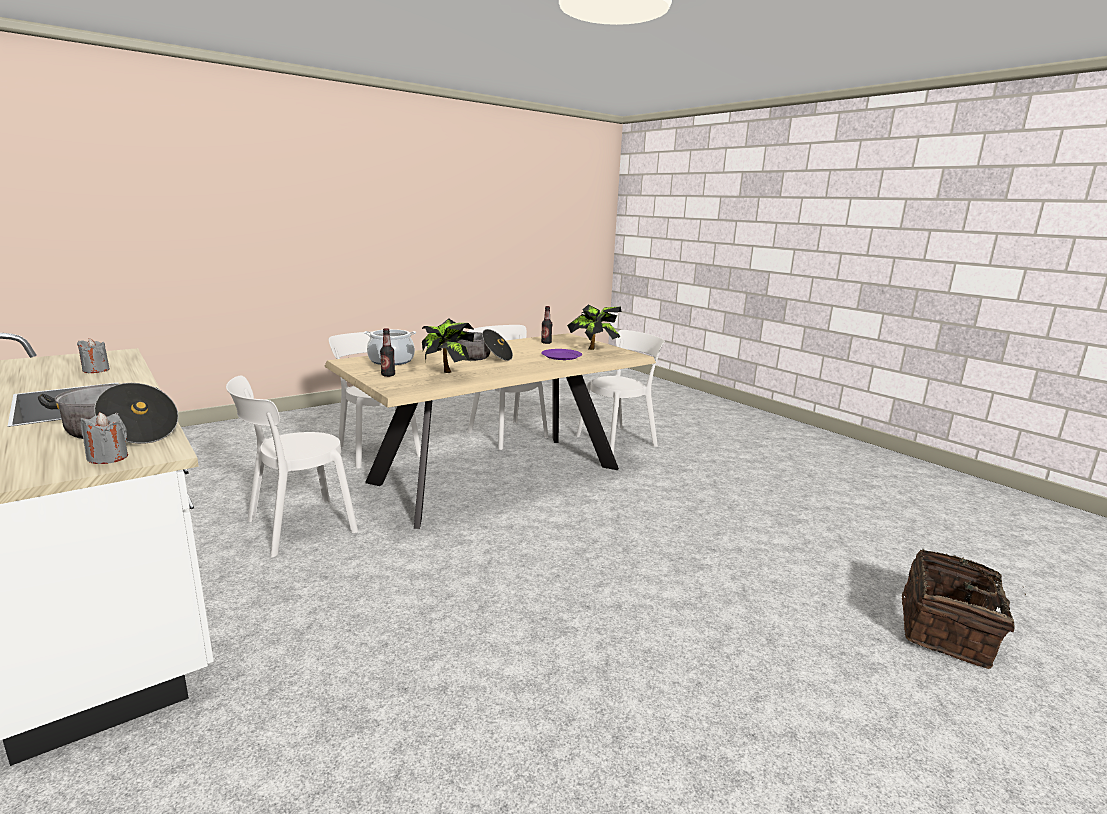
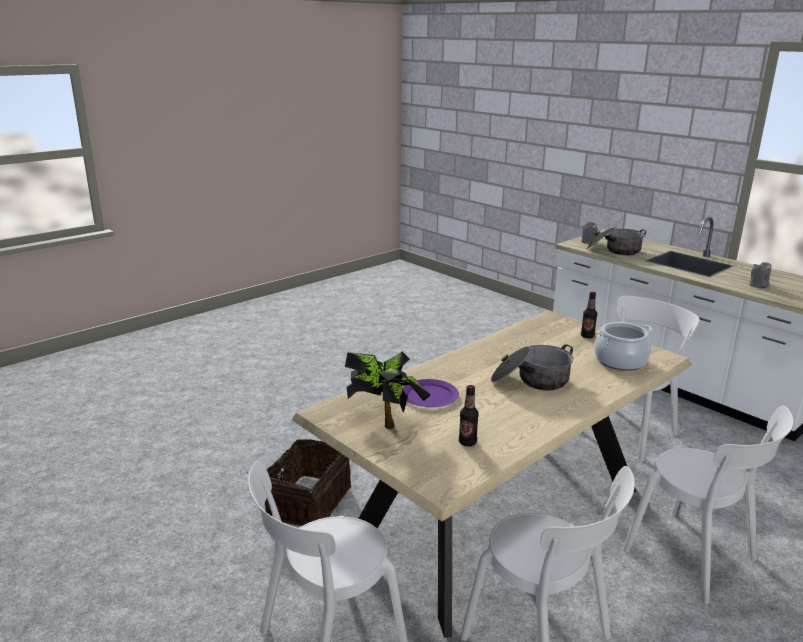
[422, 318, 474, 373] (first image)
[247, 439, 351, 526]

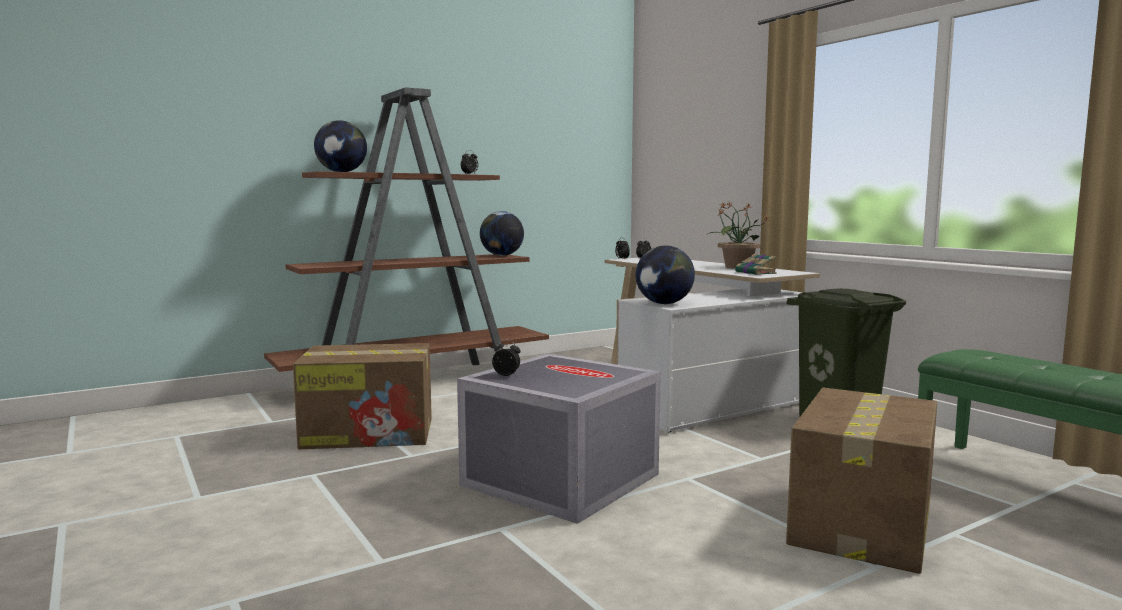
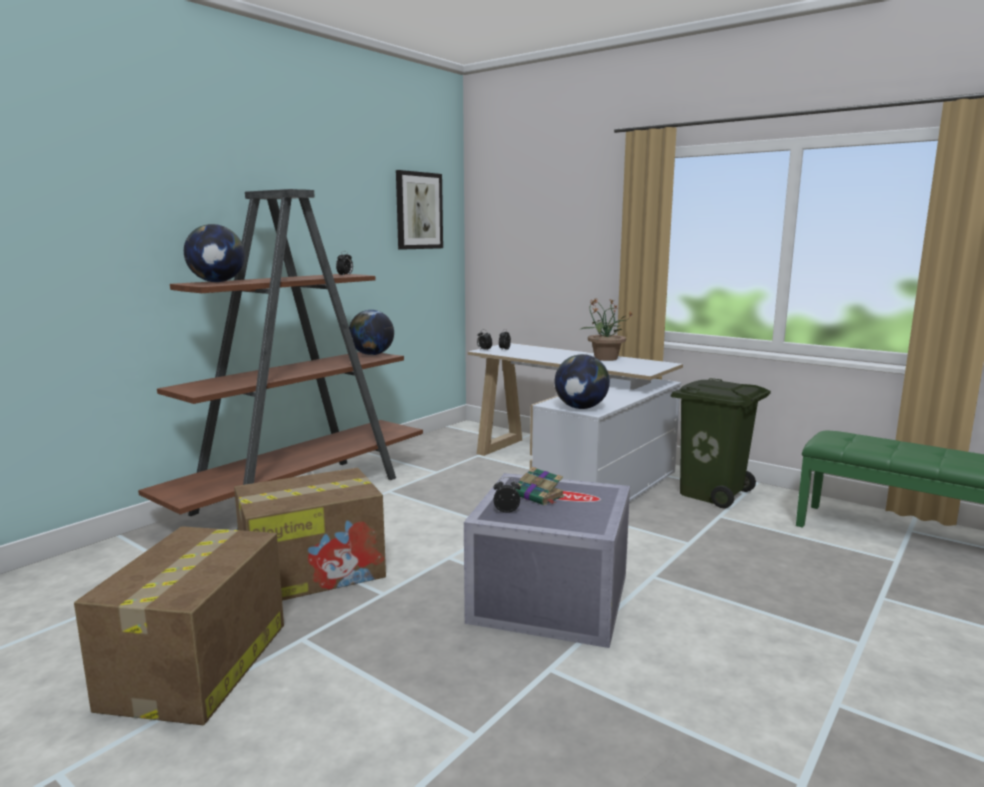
[515, 467, 565, 505]
[74, 526, 284, 725]
[396, 170, 443, 250]

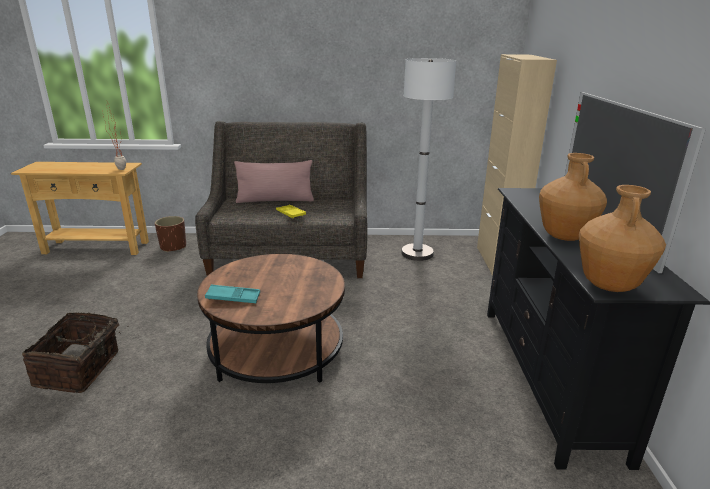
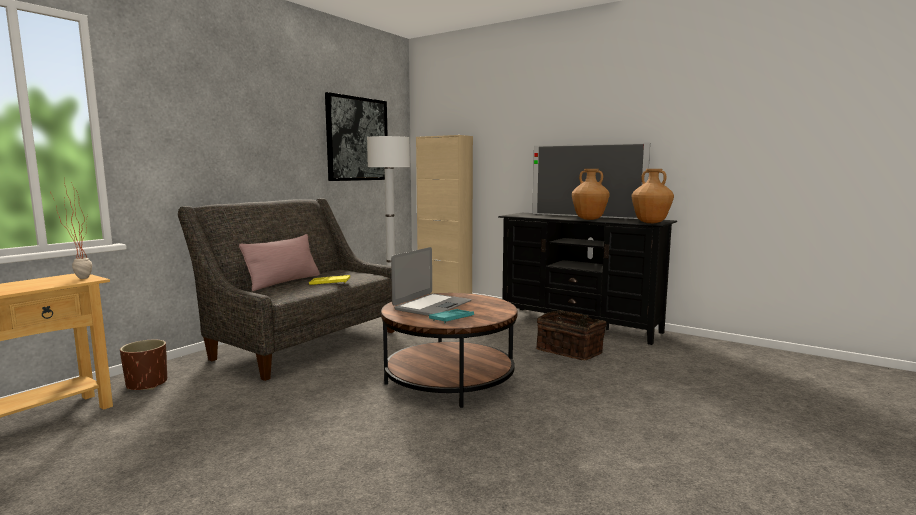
[536, 310, 606, 360]
[325, 92, 388, 181]
[391, 247, 471, 316]

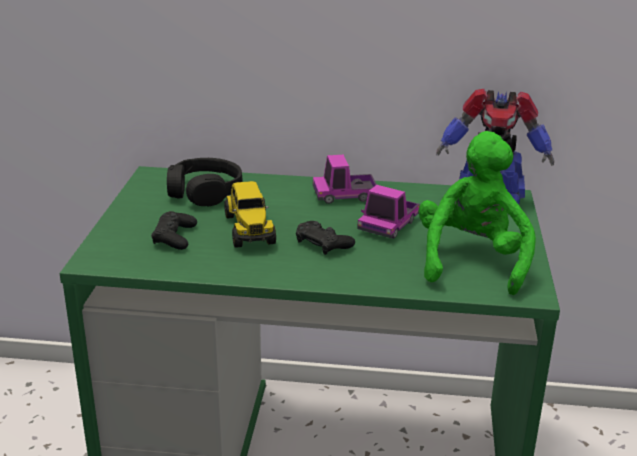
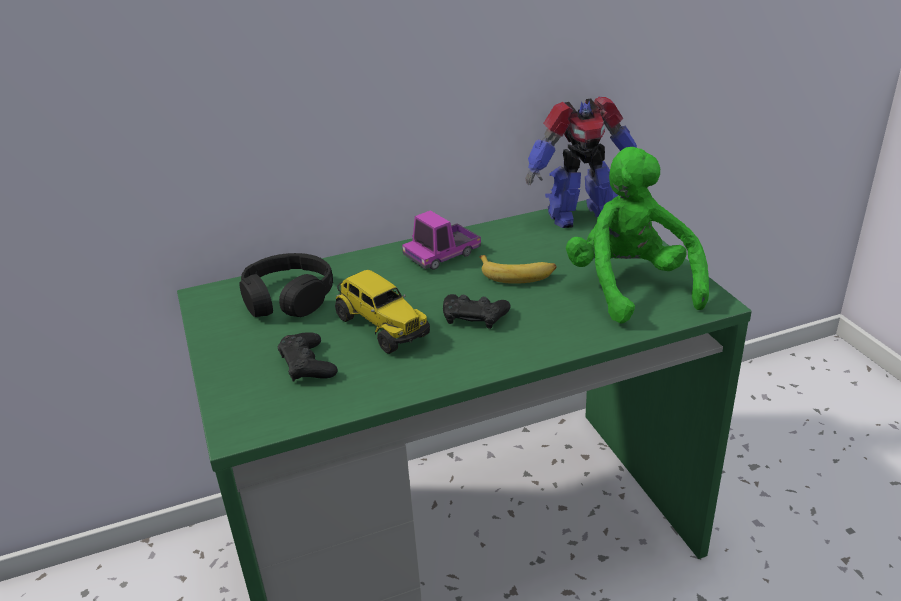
[480, 255, 556, 284]

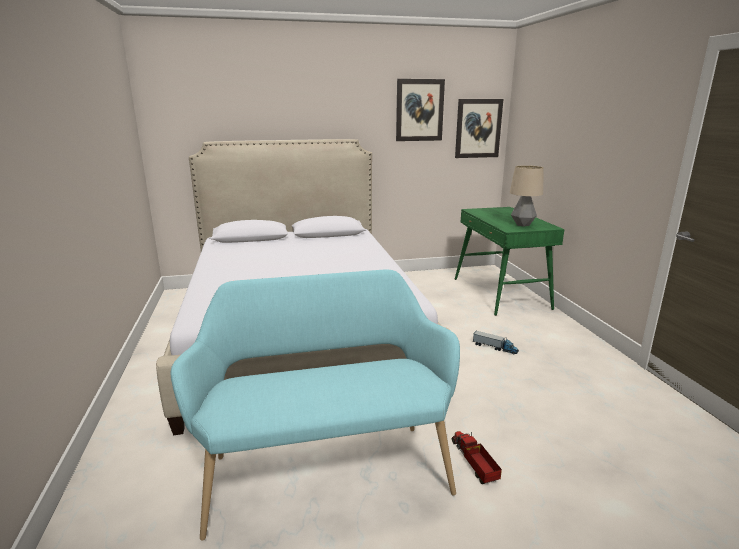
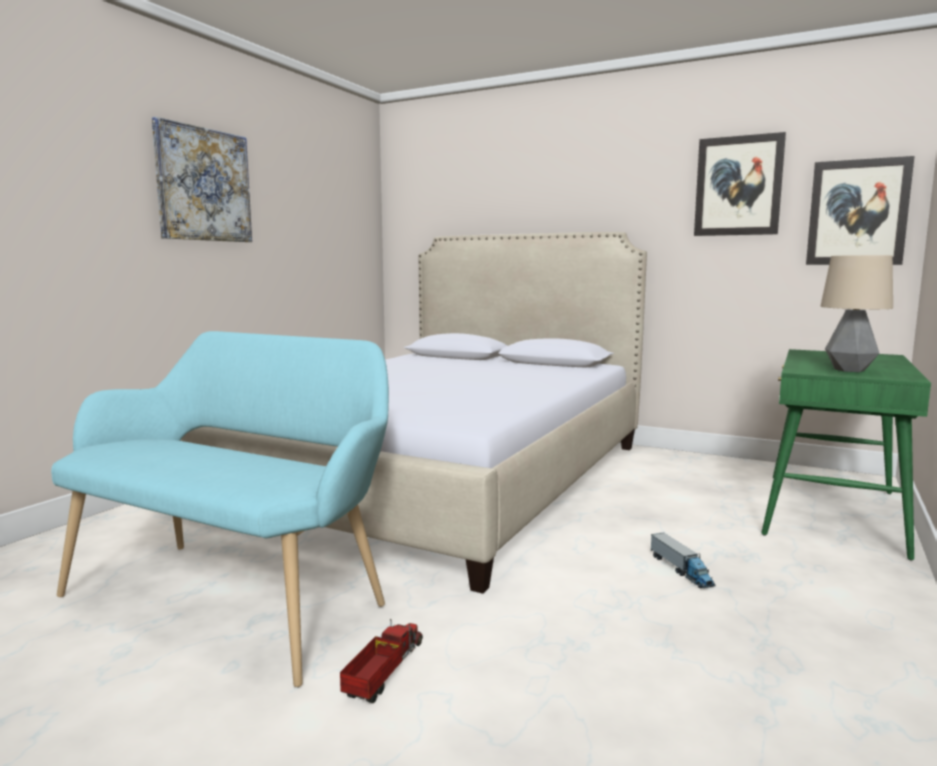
[152, 117, 252, 242]

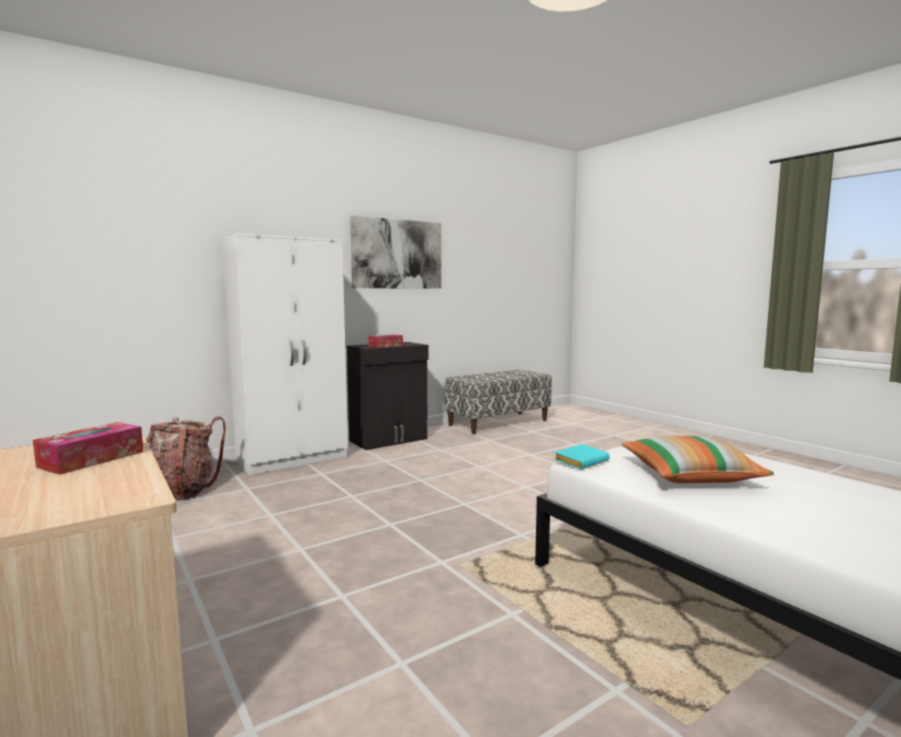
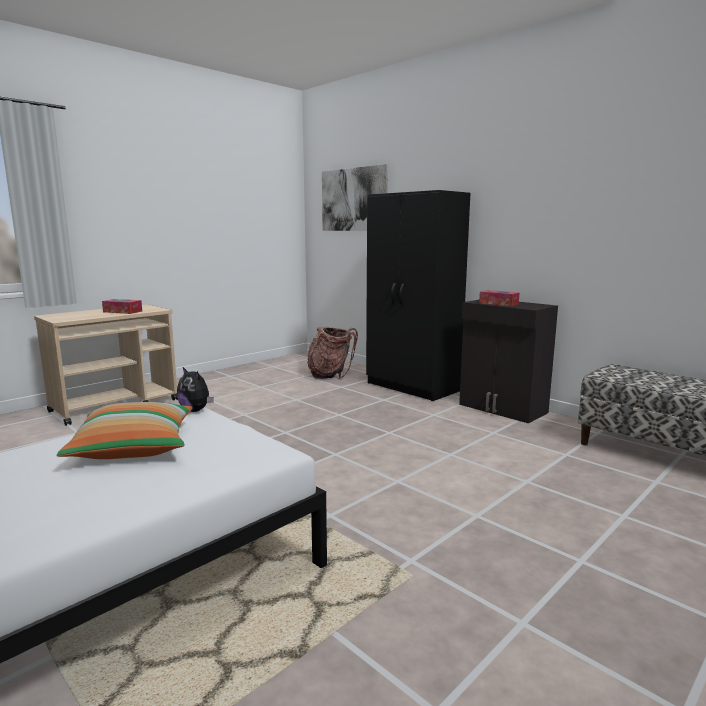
[366, 190, 470, 401]
[322, 164, 388, 231]
[177, 367, 214, 412]

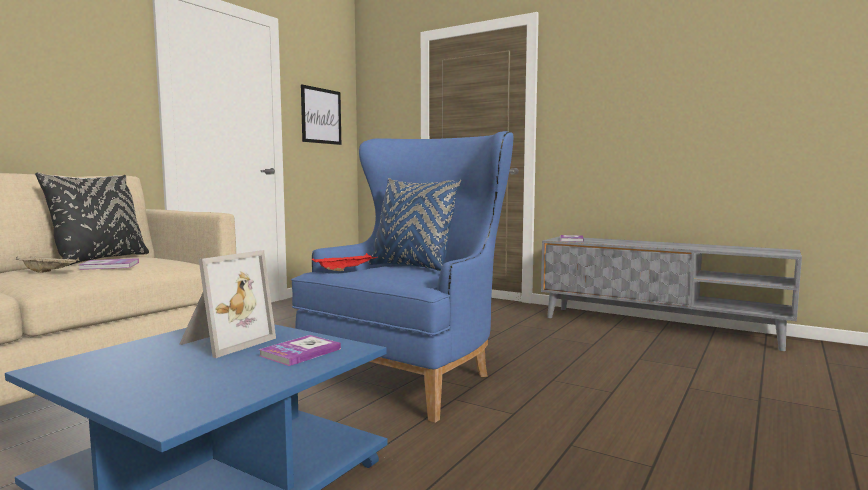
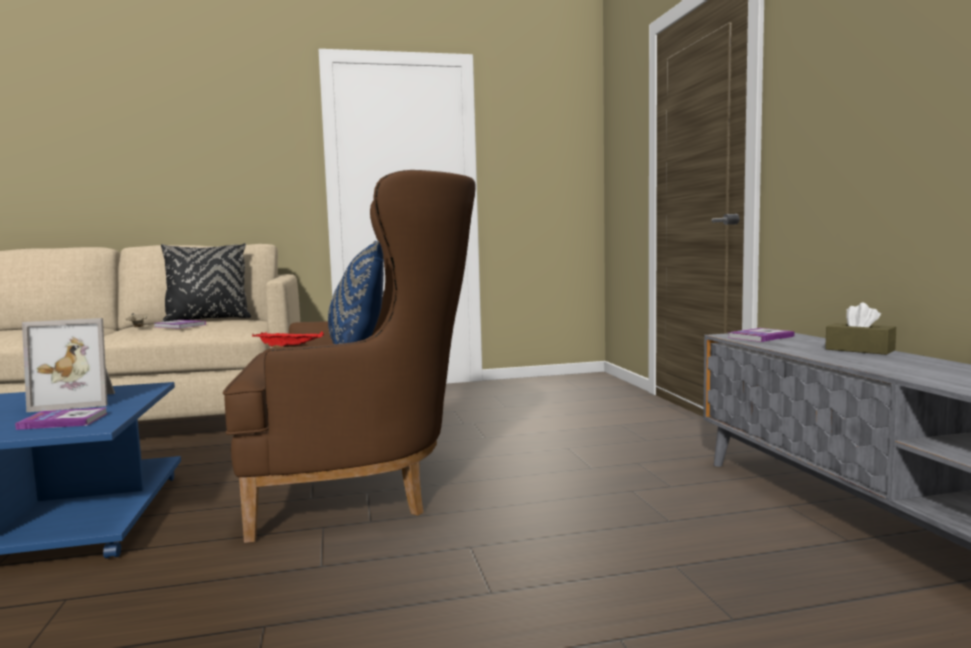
[223, 170, 476, 543]
[301, 84, 341, 145] (first image)
[825, 303, 896, 355]

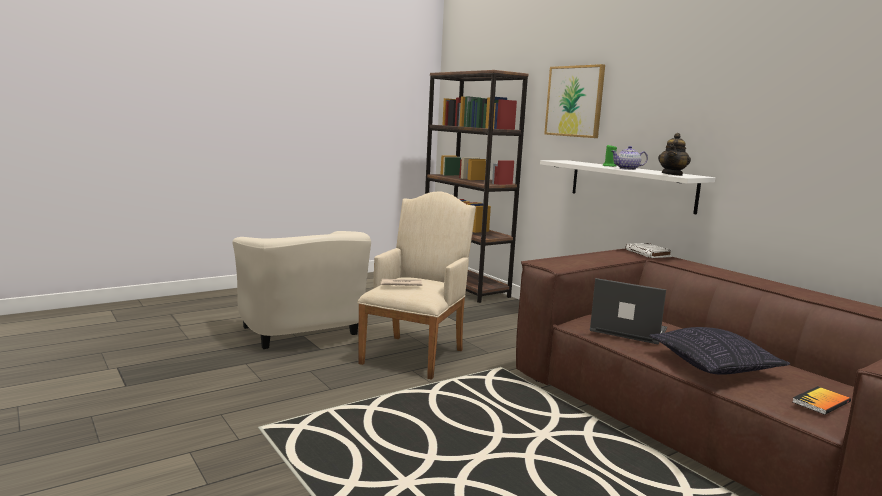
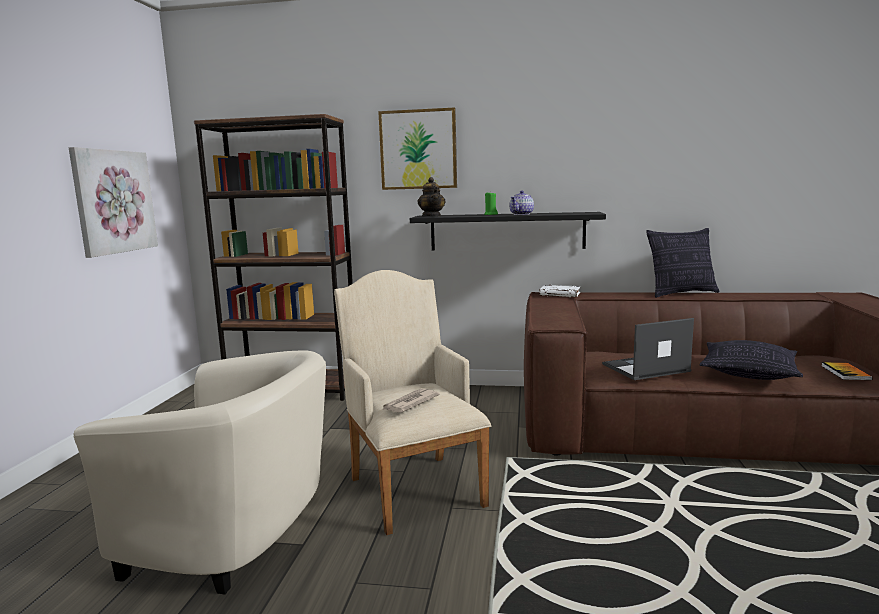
[410, 212, 606, 251]
[418, 177, 445, 216]
[69, 147, 158, 258]
[646, 228, 719, 298]

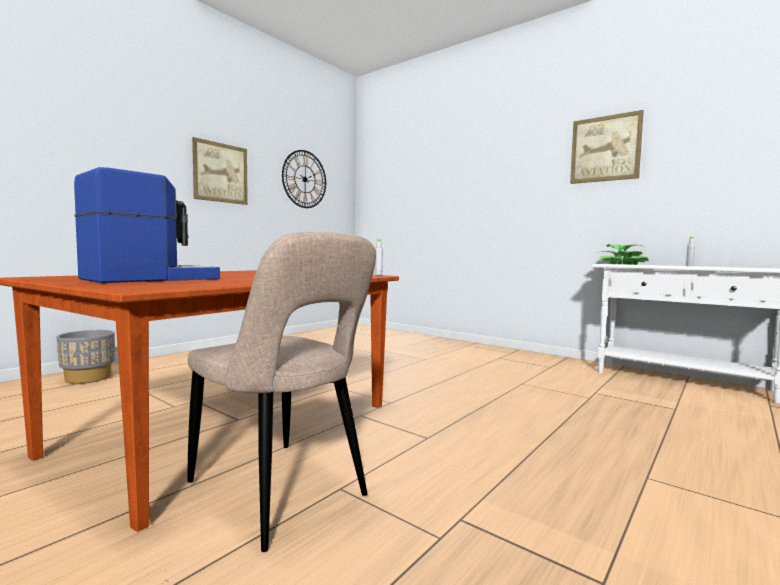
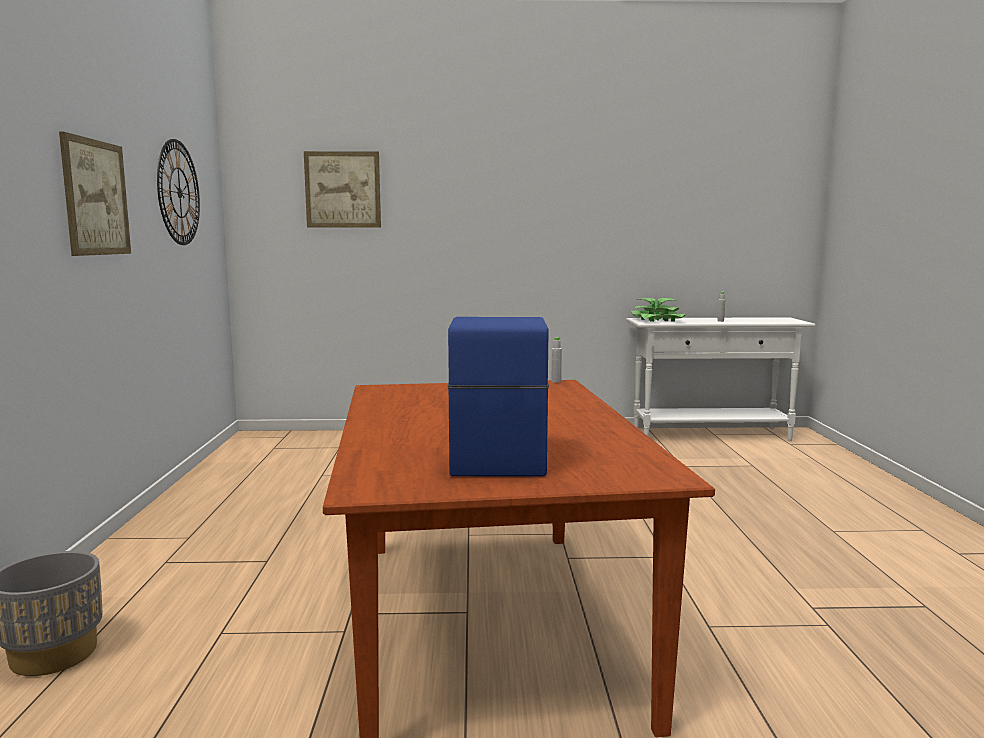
[187, 232, 376, 552] (first image)
[304, 151, 381, 228]

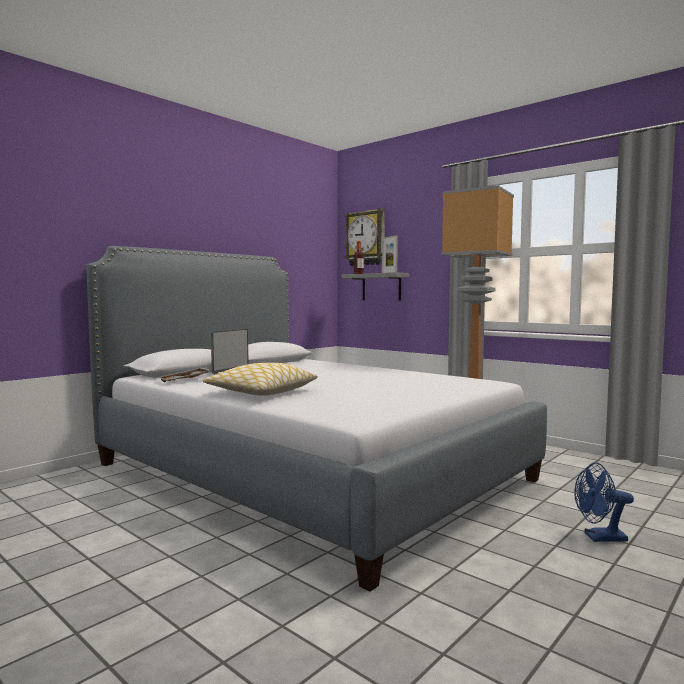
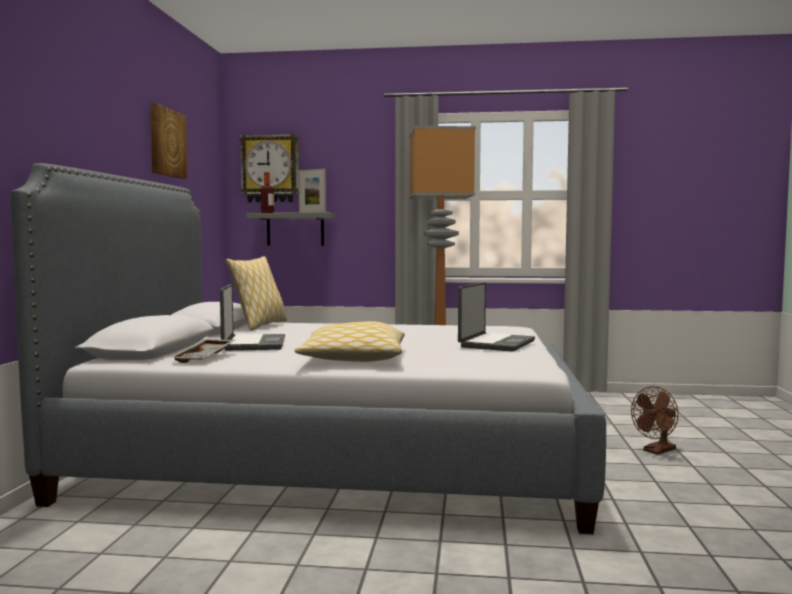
[631, 386, 679, 455]
[150, 103, 187, 179]
[226, 256, 287, 331]
[458, 282, 535, 352]

